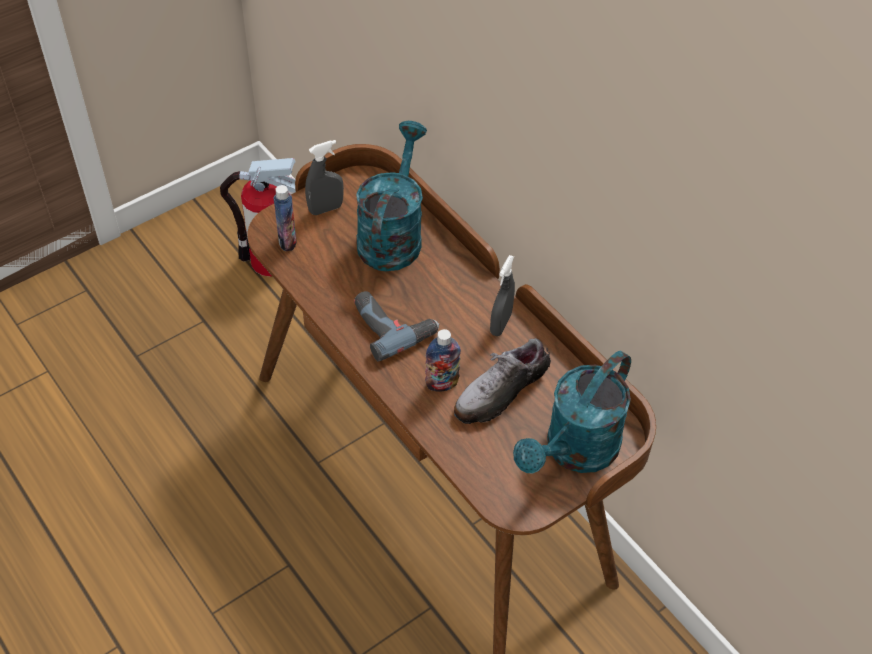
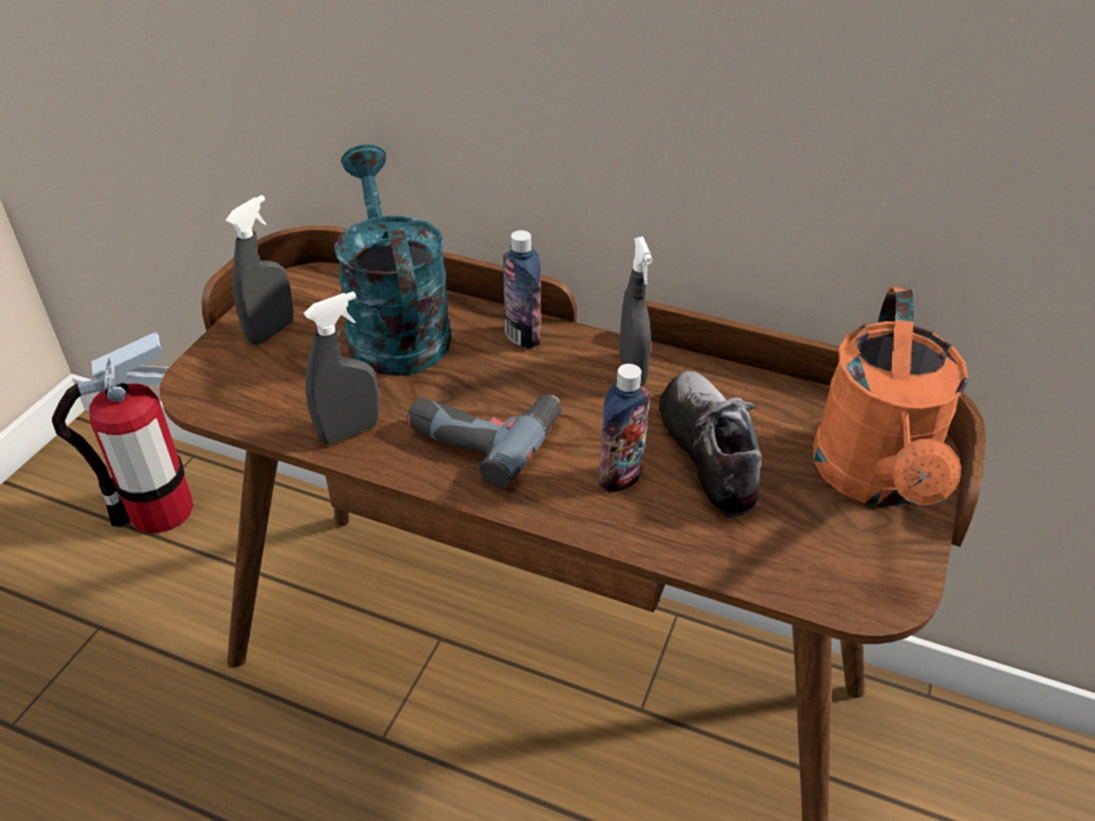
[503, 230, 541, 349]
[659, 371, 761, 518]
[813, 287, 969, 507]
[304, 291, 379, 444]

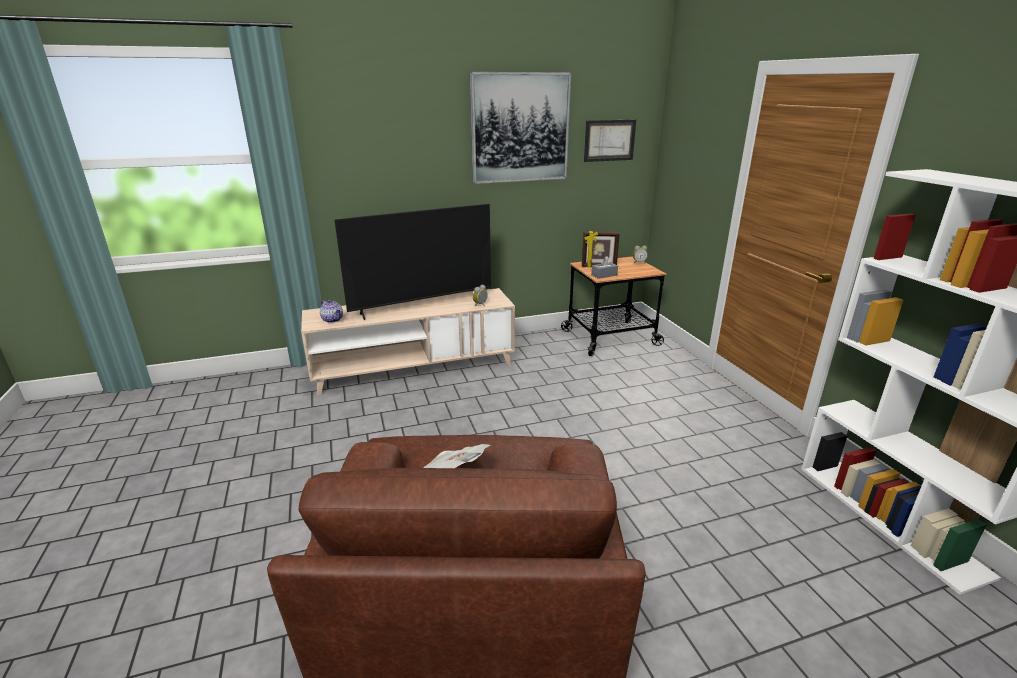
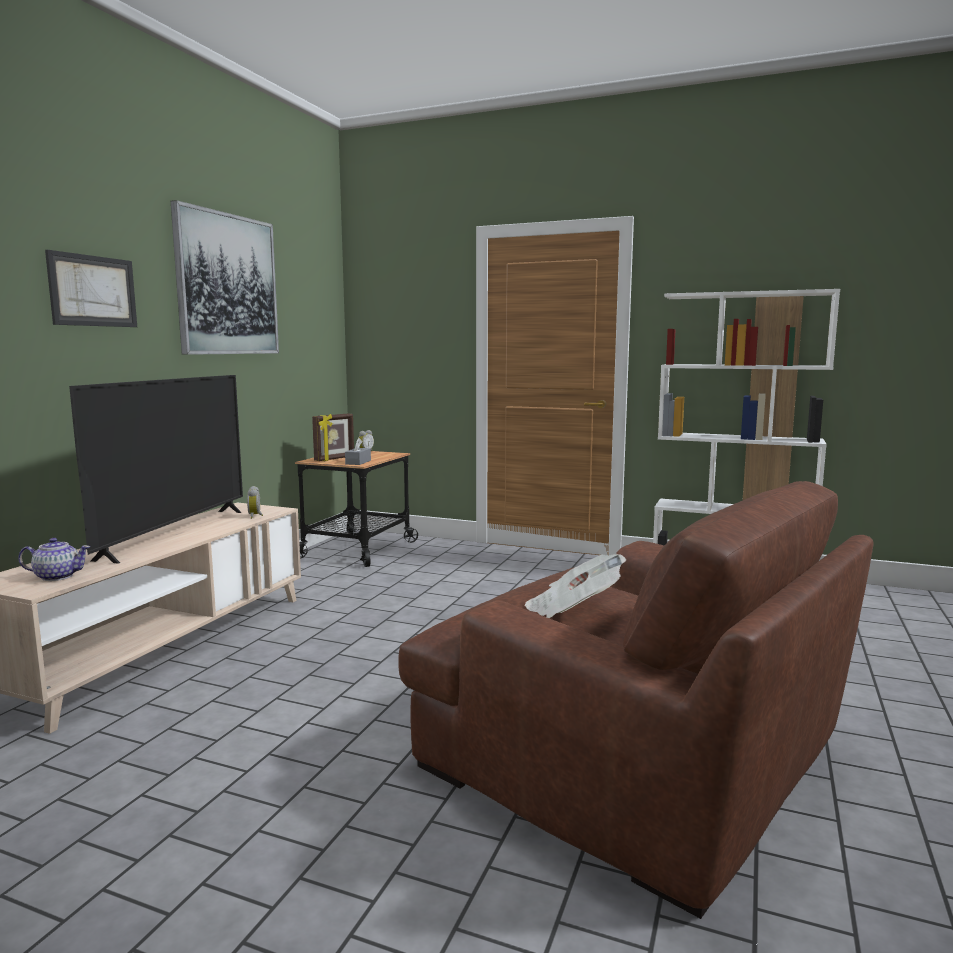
[45, 250, 137, 327]

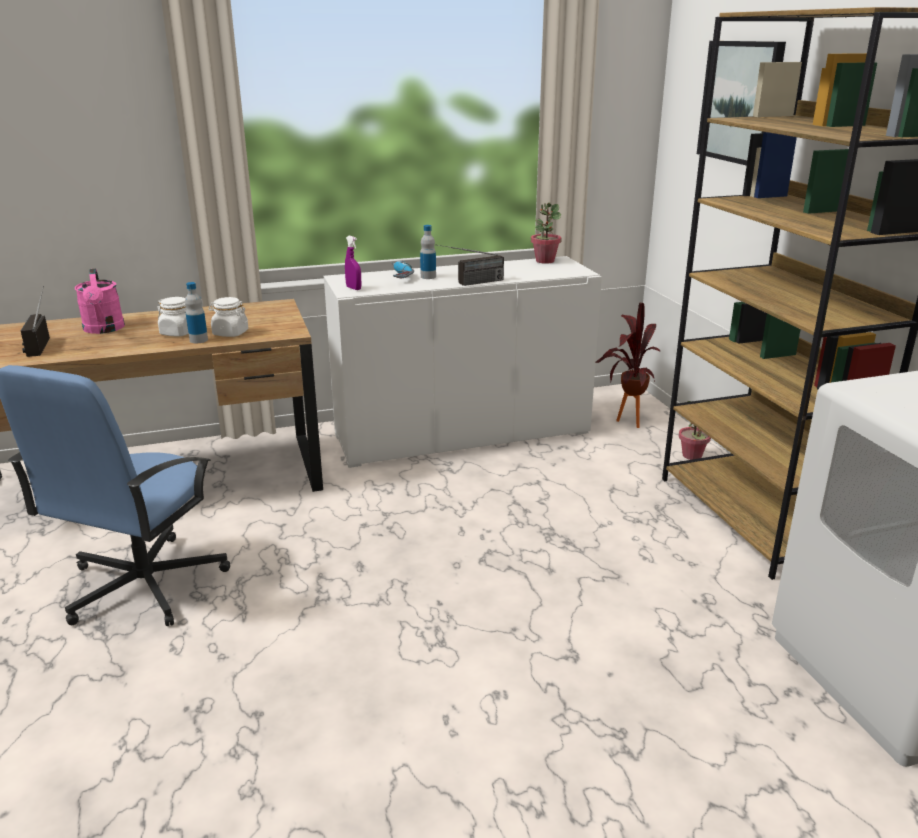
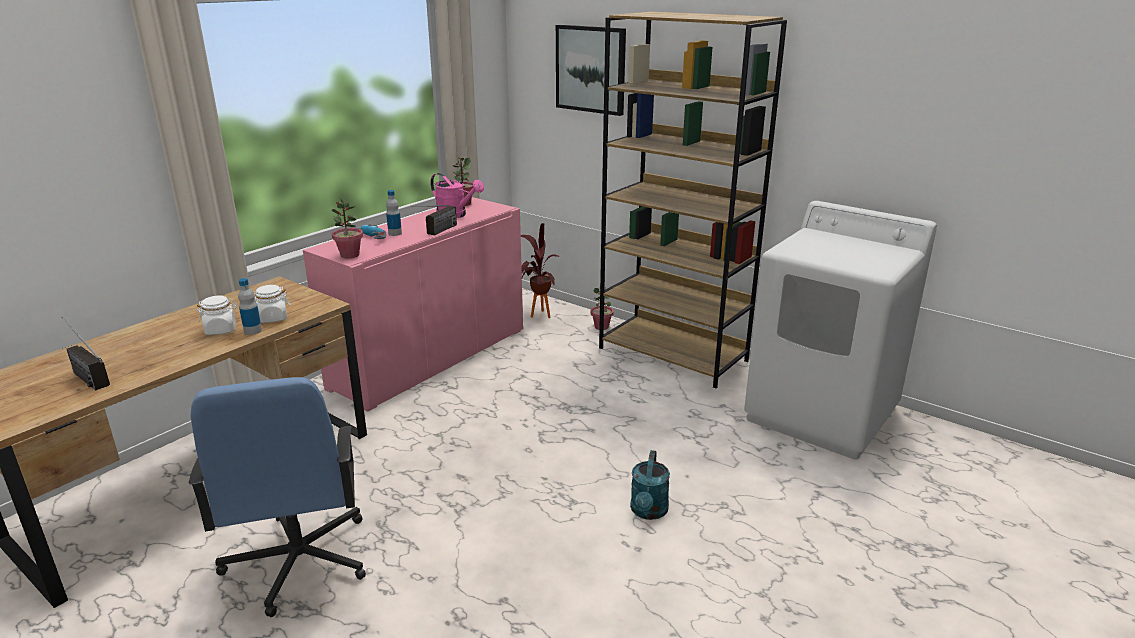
[430, 173, 484, 218]
[303, 197, 523, 411]
[332, 198, 363, 259]
[630, 450, 670, 520]

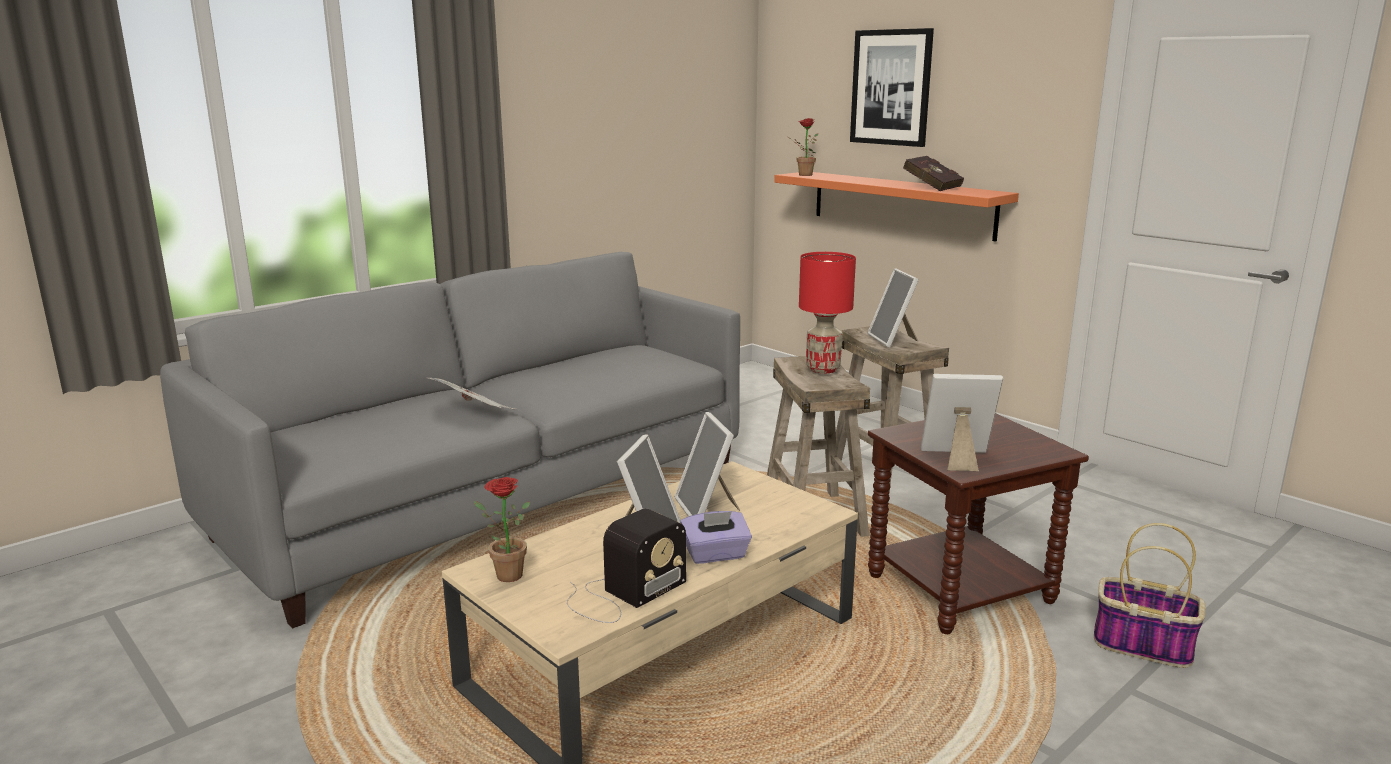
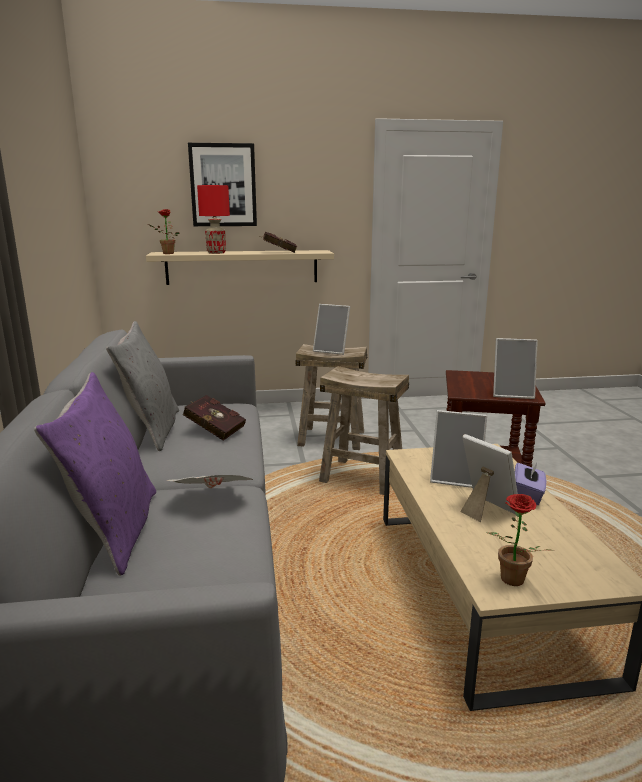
[567, 509, 686, 623] (first image)
[146, 250, 334, 285]
[197, 185, 230, 254]
[493, 338, 538, 399]
[1094, 523, 1205, 668] (first image)
[34, 372, 156, 576]
[106, 321, 179, 451]
[183, 395, 246, 441]

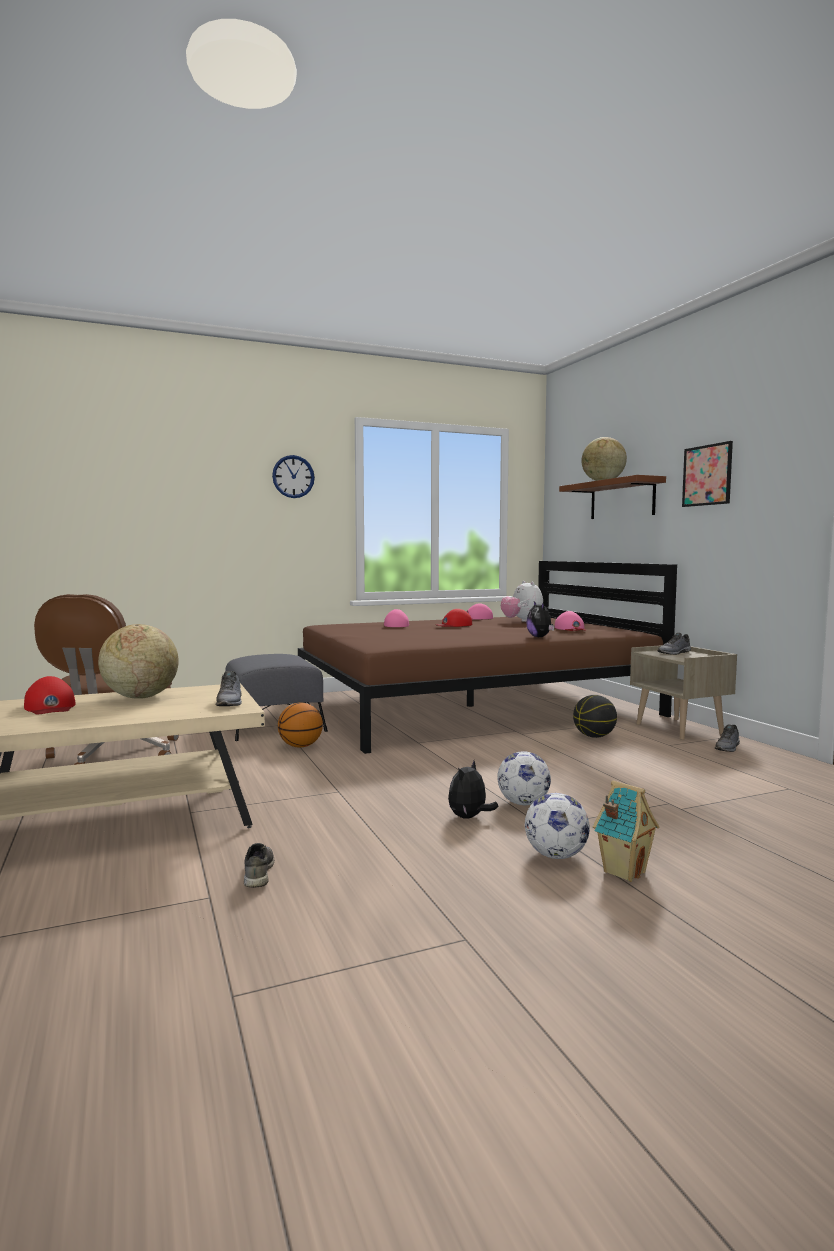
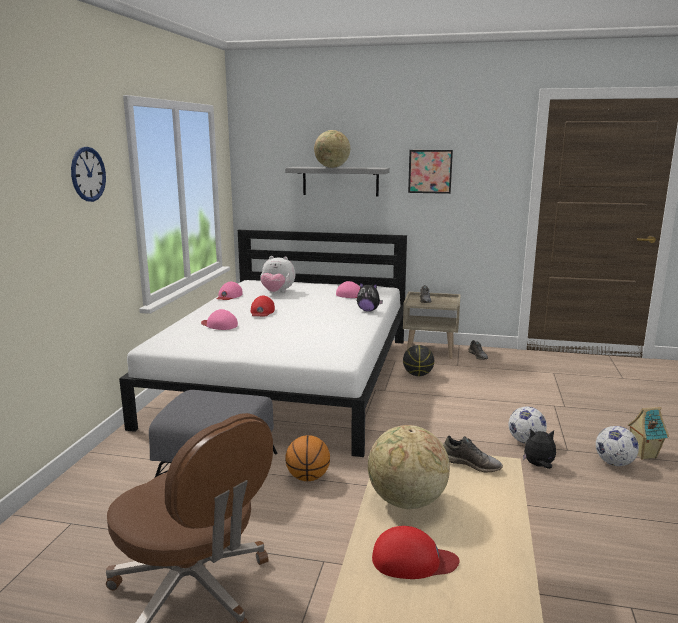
[244, 843, 274, 888] (first image)
[119, 230, 407, 457]
[523, 429, 556, 469]
[285, 167, 390, 197]

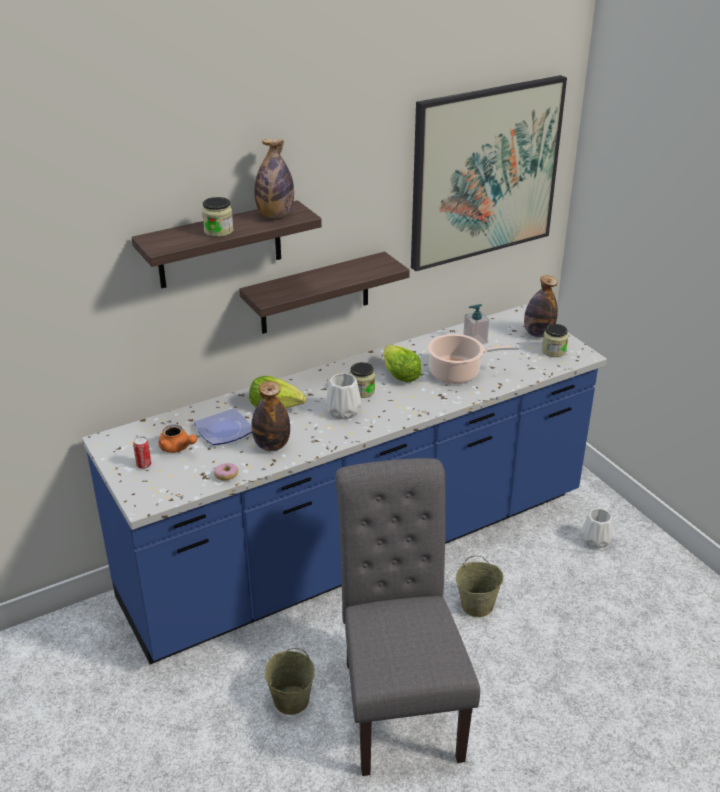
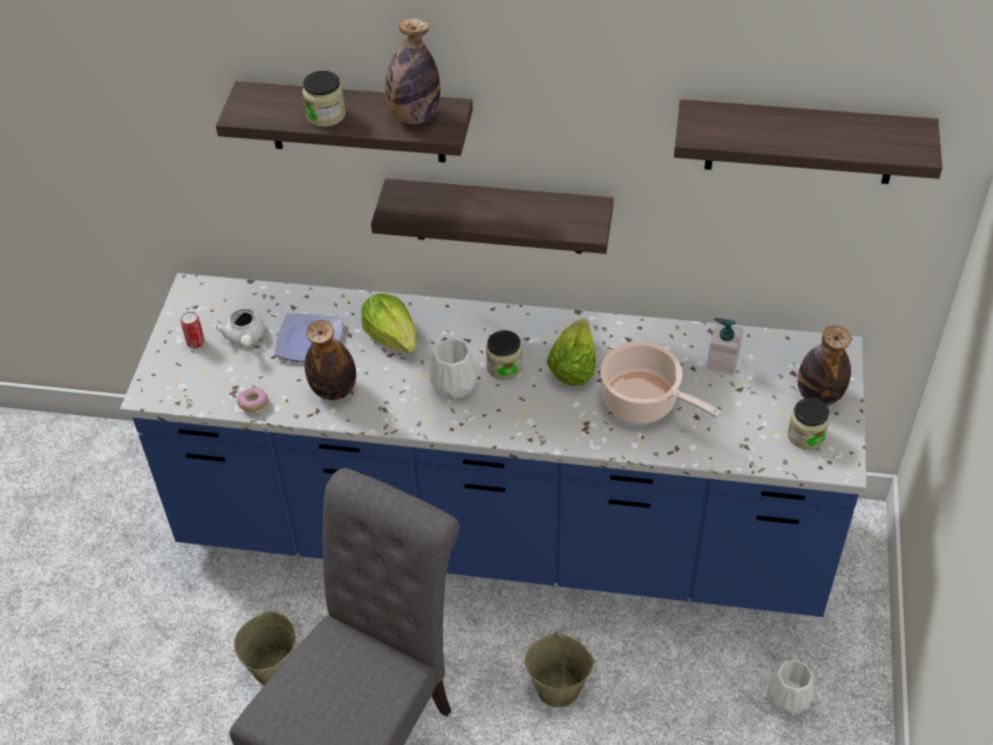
[215, 309, 265, 347]
[674, 99, 942, 184]

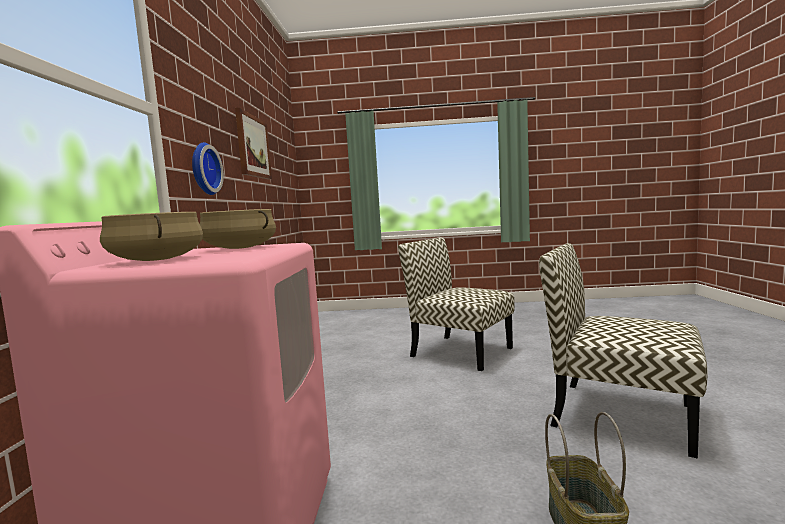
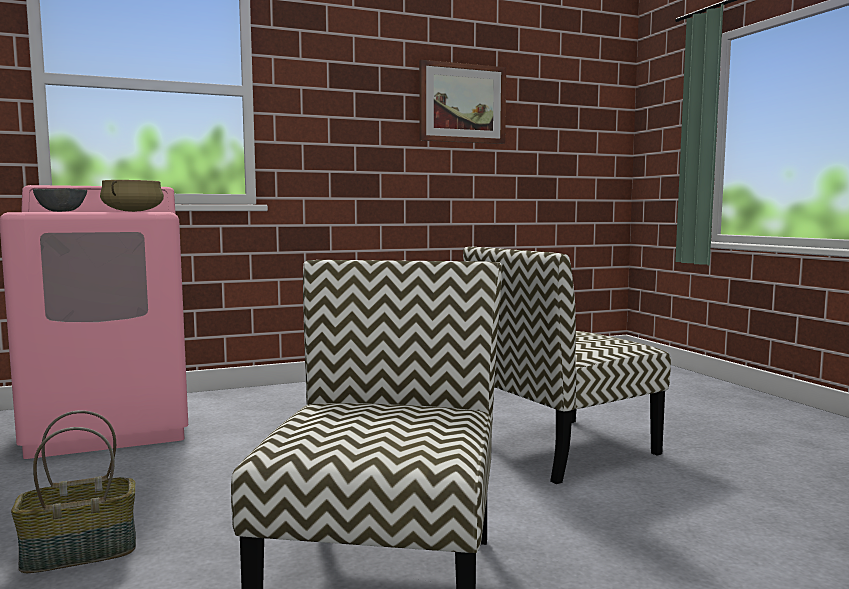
[33, 189, 87, 212]
[192, 142, 224, 195] (first image)
[463, 247, 671, 484]

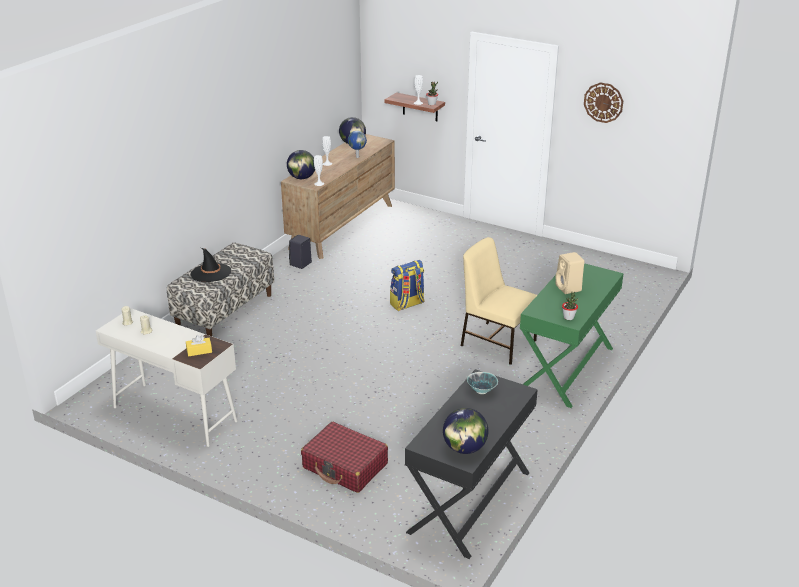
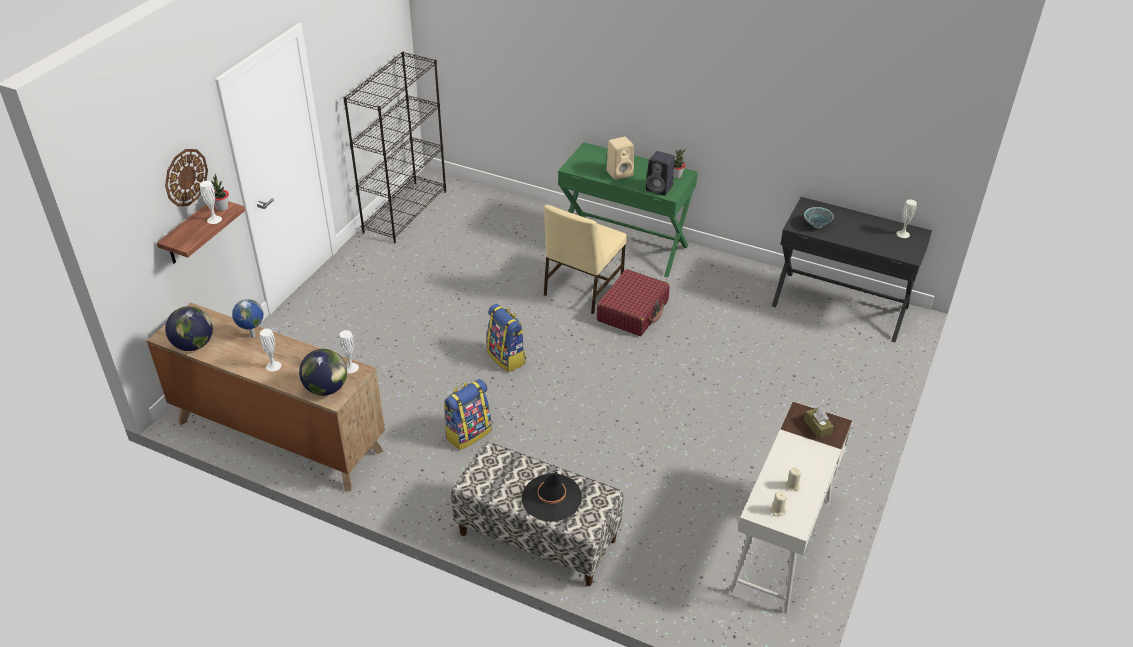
[804, 407, 834, 439]
[646, 151, 675, 196]
[597, 269, 670, 336]
[897, 199, 917, 238]
[165, 149, 208, 206]
[343, 52, 446, 243]
[444, 379, 491, 450]

